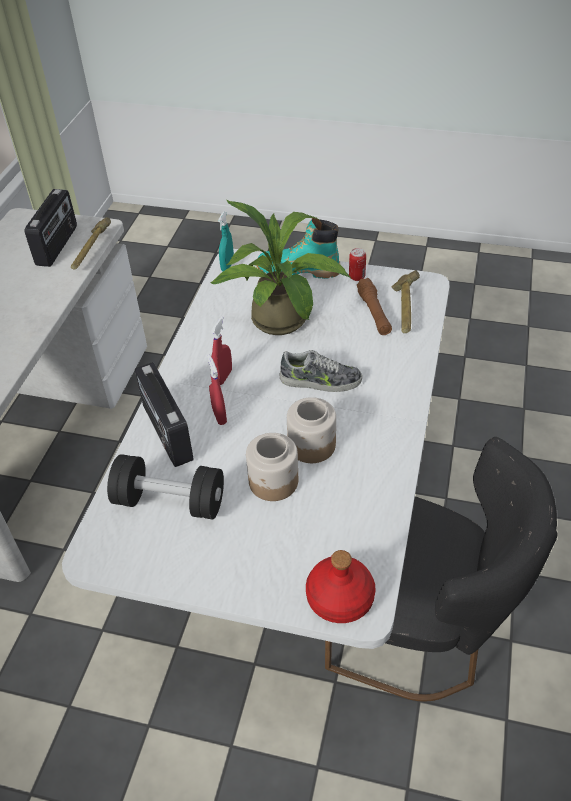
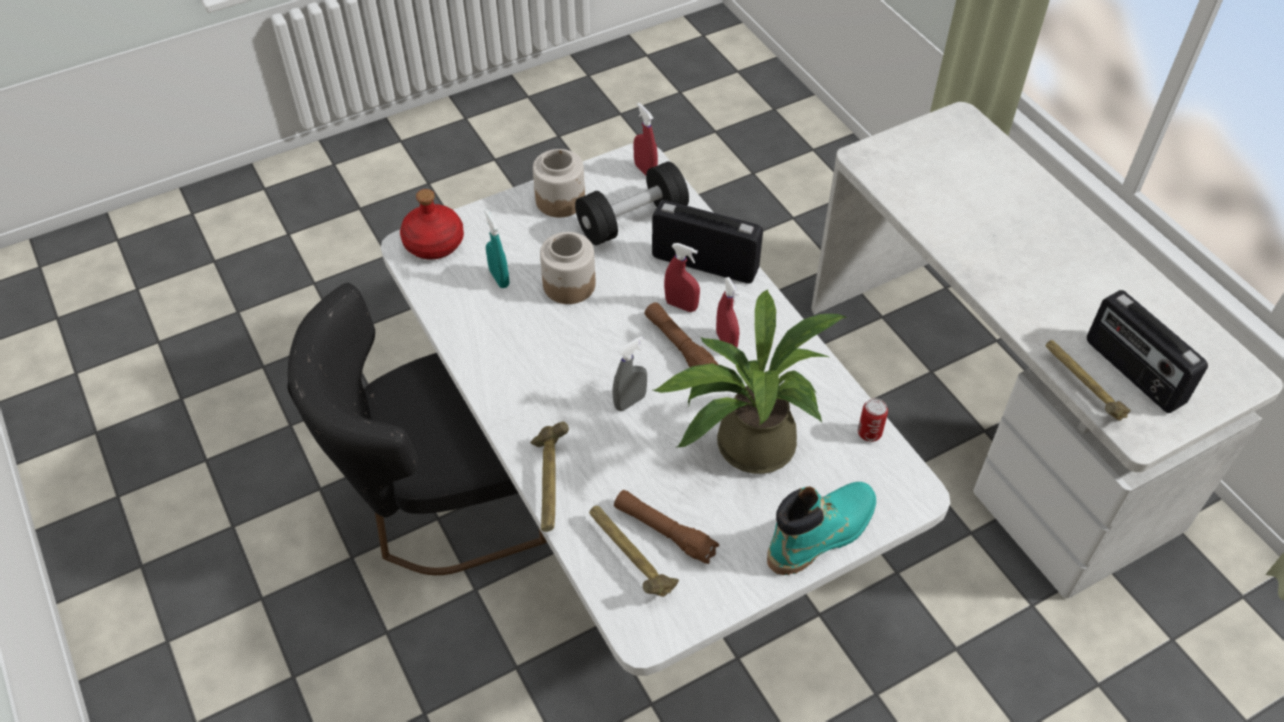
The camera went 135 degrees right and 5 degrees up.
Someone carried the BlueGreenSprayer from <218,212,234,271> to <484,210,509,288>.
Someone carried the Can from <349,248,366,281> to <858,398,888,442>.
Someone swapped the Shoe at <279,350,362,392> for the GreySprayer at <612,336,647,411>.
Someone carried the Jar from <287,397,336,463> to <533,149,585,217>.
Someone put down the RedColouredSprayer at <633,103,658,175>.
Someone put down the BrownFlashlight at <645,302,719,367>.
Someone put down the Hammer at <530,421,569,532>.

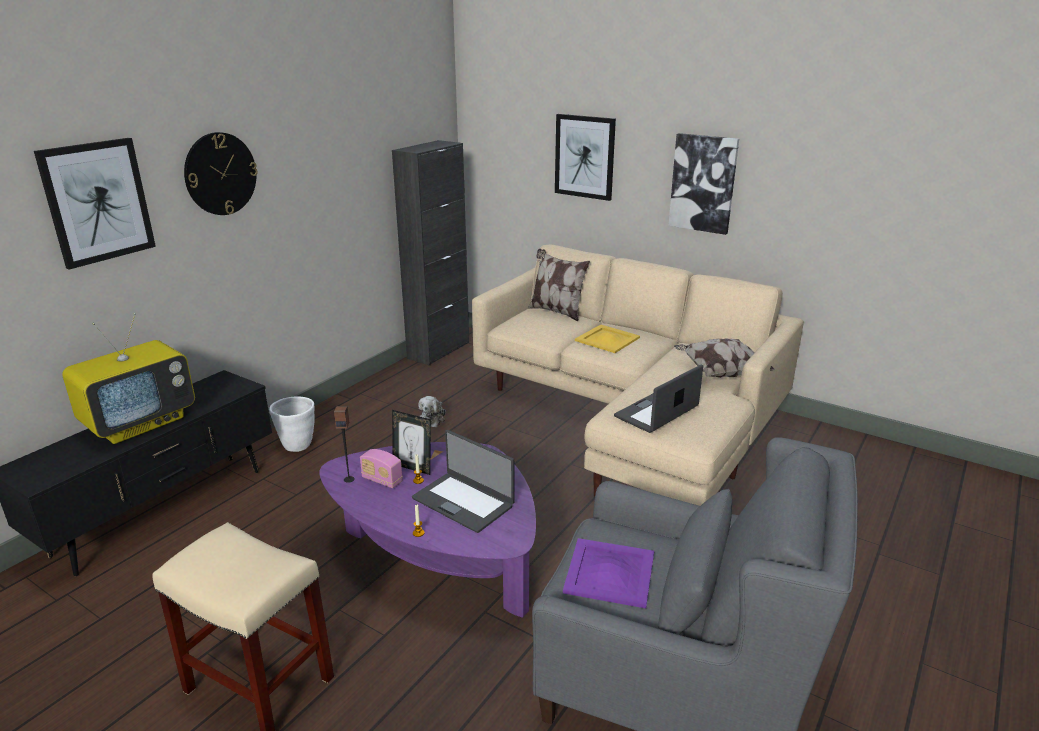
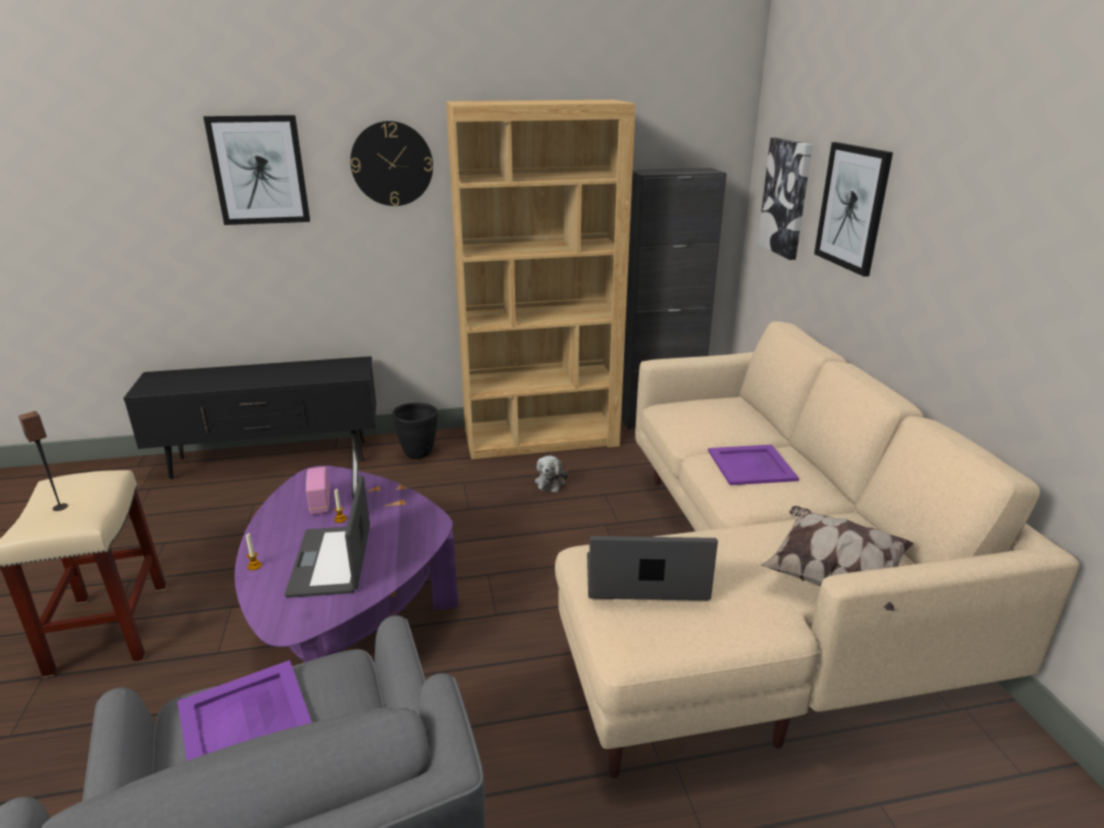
The camera went 45 degrees right and 0 degrees up.
Someone carried the Picture from <668,133,739,235> to <757,138,812,260>.
Someone took away the Pillow at <528,249,590,321>.
Someone took away the TvSet at <62,313,195,444>.
Someone repainted the YellowishServingTray at <575,325,640,353>, which became the PurpleServingTray at <708,445,799,485>.
Someone repainted the WhitePlantPot at <269,396,315,452>, which became the BlackColouredPlantPot at <392,403,438,459>.
Someone rotated the PlushToy at <418,396,446,427> by 45 degrees counterclockwise.
Someone carried the Speaker from <334,406,354,483> to <18,411,68,511>.
Someone put down the BrownBookshelf at <446,100,635,459>.

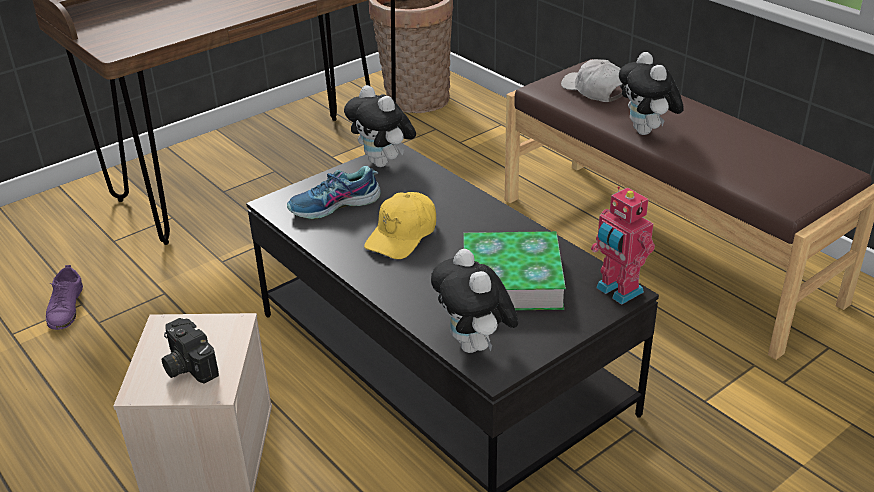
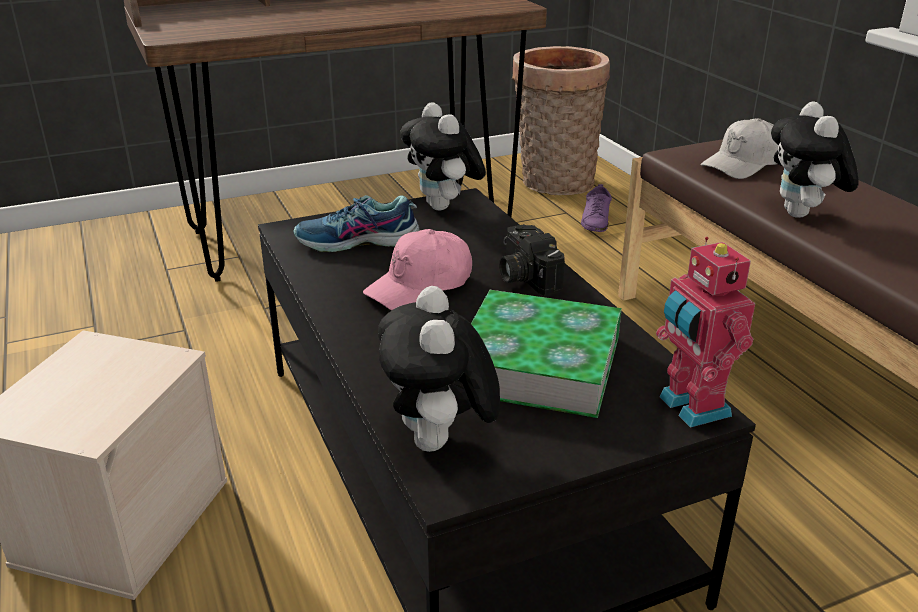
The camera went 15 degrees right and 5 degrees down.
Someone rotated the WhiteCap at <561,59,625,102> by 105 degrees counterclockwise.
Someone repainted the YellowishCap at <364,192,436,259>, which became the PinkCap at <363,229,472,310>.
Someone carried the PurpleShoe from <46,265,83,330> to <581,184,612,232>.
Someone carried the PhotoCamera from <162,318,219,383> to <499,224,565,296>.

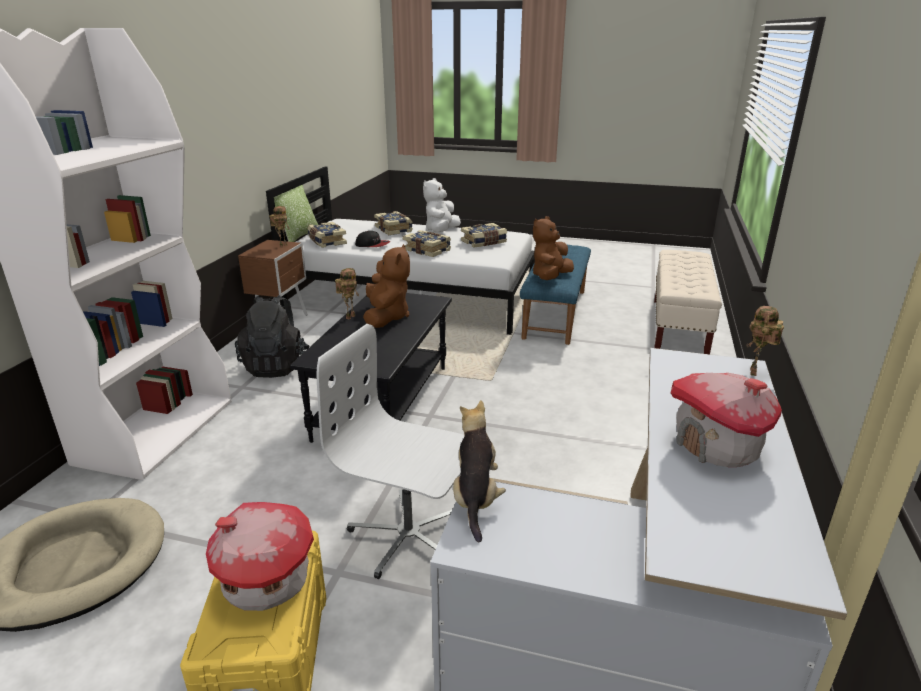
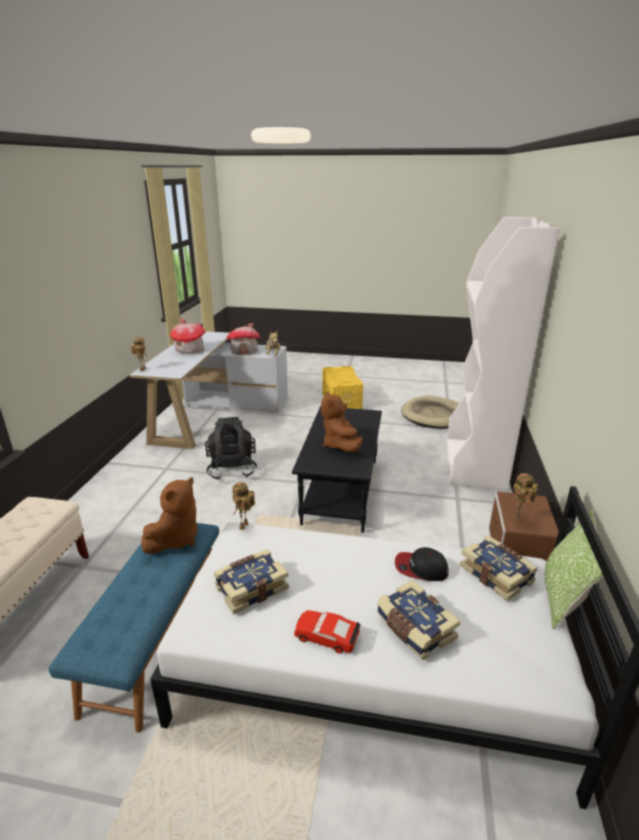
The camera went 175 degrees right and 0 degrees up.
Someone swapped the WhitePlushToy at <423,178,461,232> for the RedColouredModelCar at <294,610,361,654>.
Someone took away the BoundBook at <403,230,451,257>.
Someone carried the RobotFigure from <335,268,359,319> to <232,482,255,530>.
Someone carried the BlackColouredKnapsack from <235,295,309,378> to <205,417,257,480>.
Someone took away the WhiteOfficeChair at <317,324,465,579>.
Someone carried the ToyHouse from <206,502,314,611> to <227,323,260,355>.

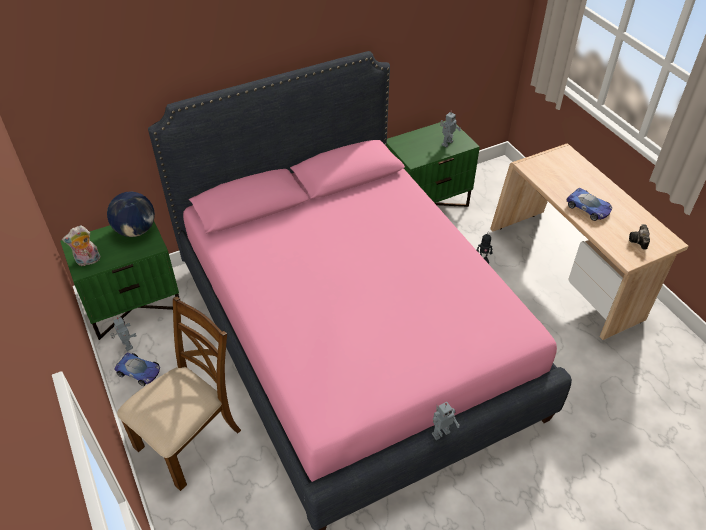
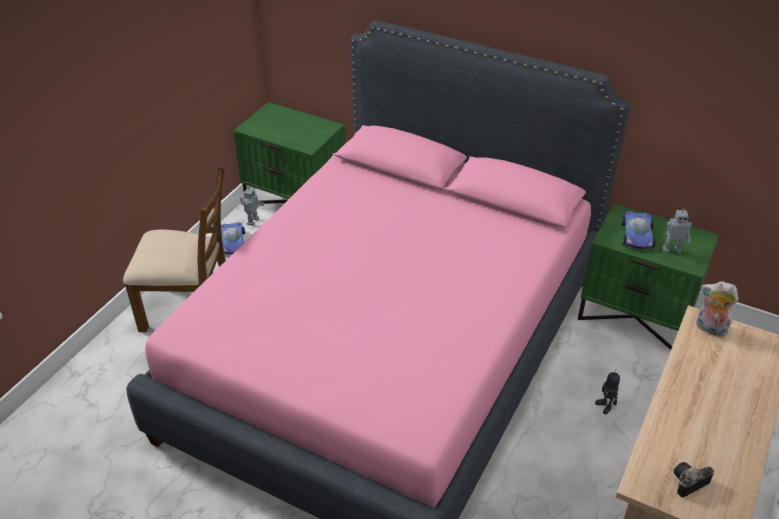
The camera went 55 degrees right and 5 degrees down.
Someone carried the ModelCar from <566,188,612,221> to <621,211,656,249>.
Someone took away the WorldGlobe at <107,192,155,237>.
Someone carried the PlushToy from <62,225,100,266> to <696,281,738,337>.
Someone took away the RobotFigure at <432,402,459,440>.

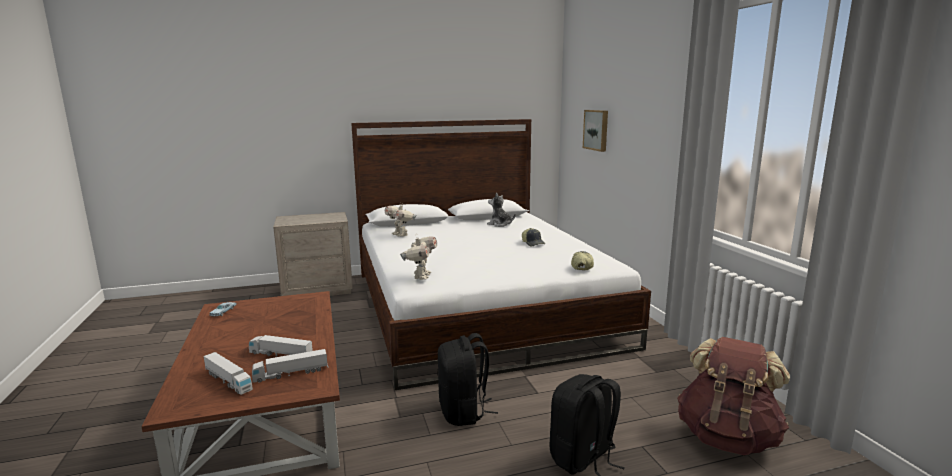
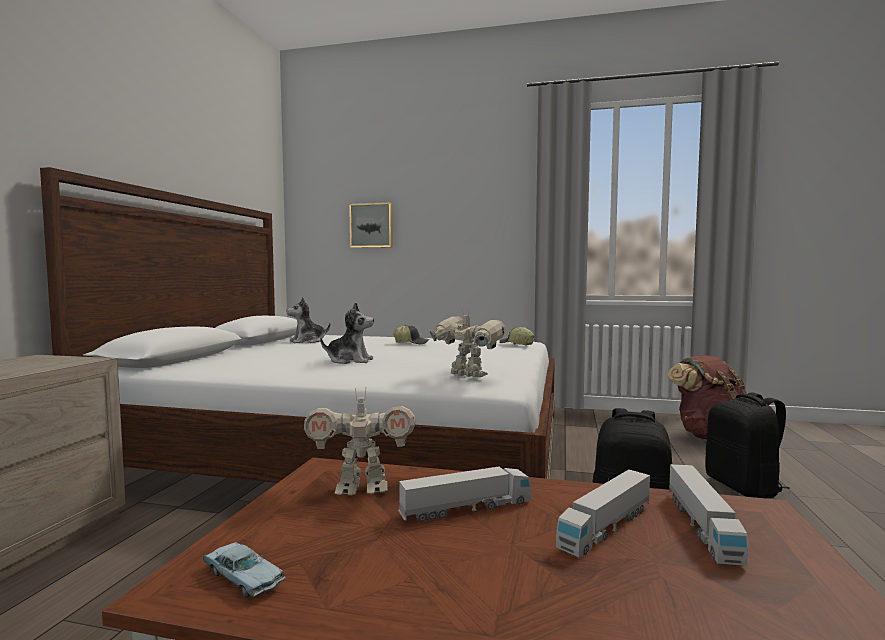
The camera went 60 degrees left and 10 degrees down.
Someone carried the RobotFigure from <385,202,416,237> to <304,388,415,495>.
Someone carried the ToyTruck from <204,352,253,395> to <398,467,531,522>.
Someone put down the PlushToy at <320,302,374,364>.

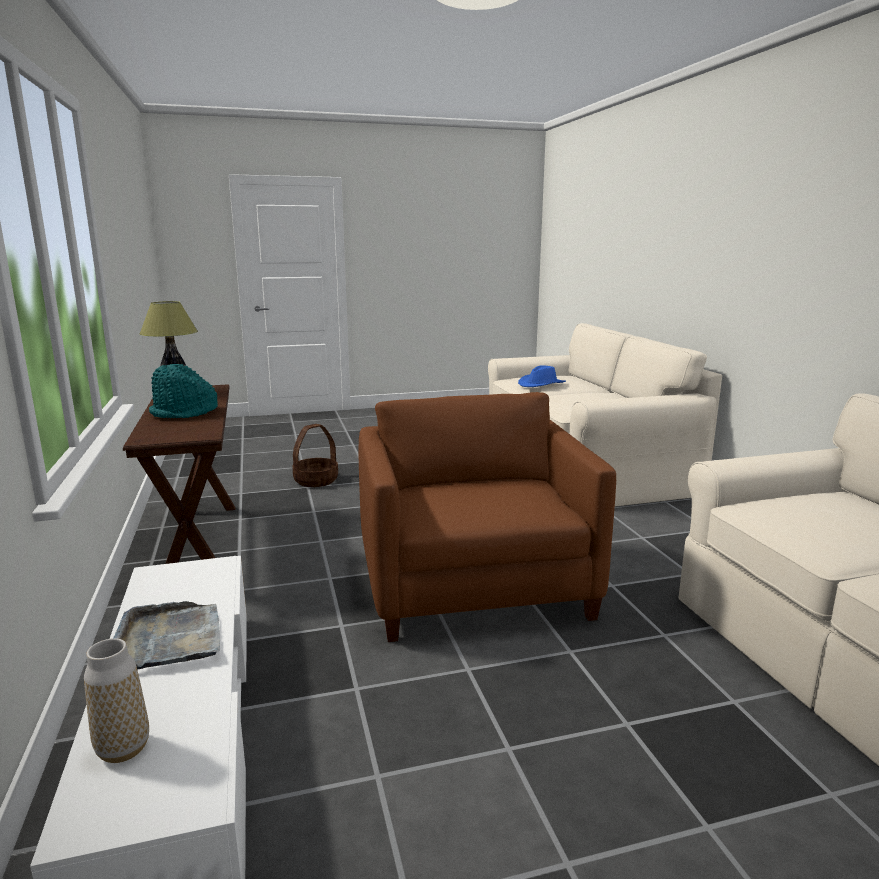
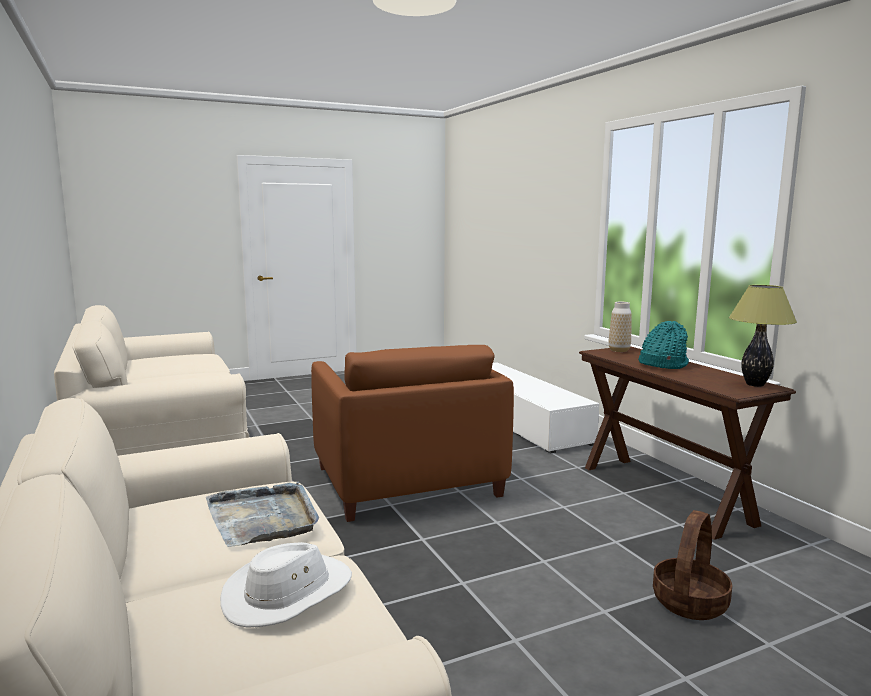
The camera went 170 degrees right and 5 degrees down.
Someone repainted the BlueColouredHat at <518,365,566,387>, which became the WhiteHat at <220,542,352,628>.
Someone carried the GreyServingTray from <113,601,220,669> to <206,482,319,547>.
Someone carried the DecorativeVase from <84,638,149,763> to <609,302,632,352>.

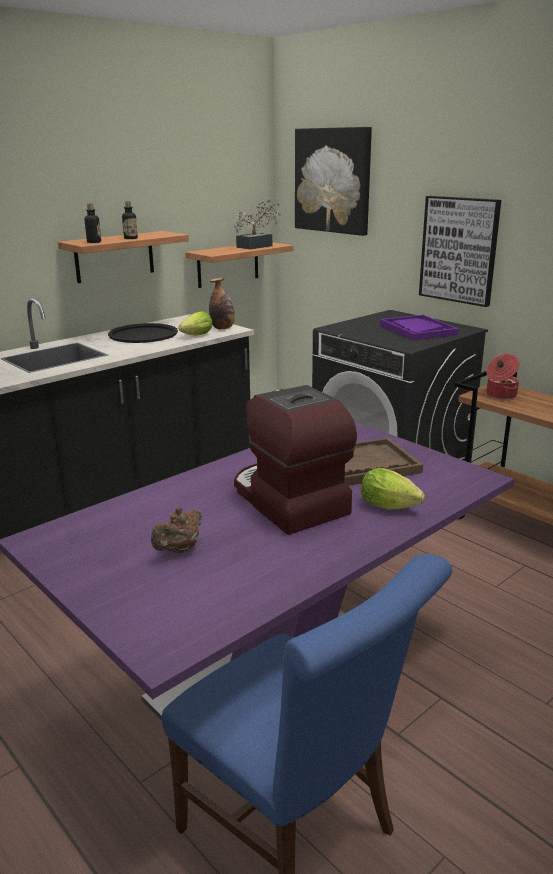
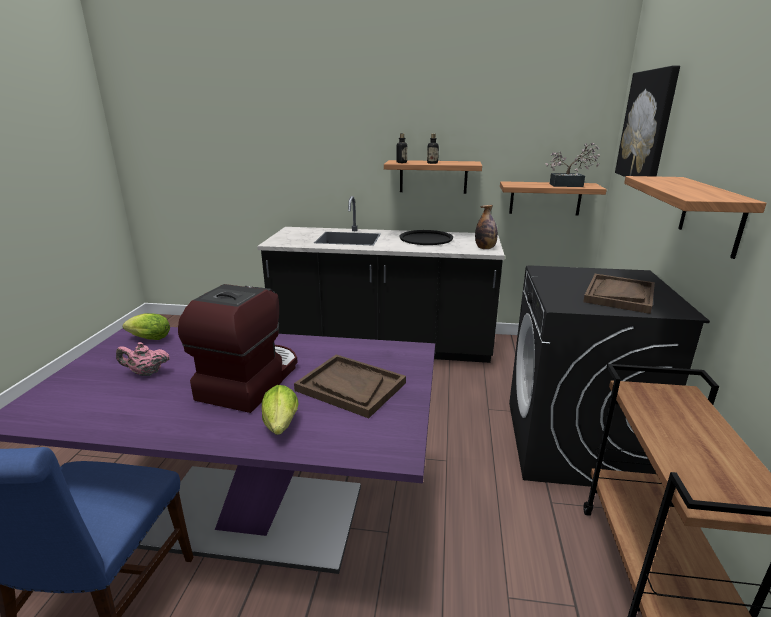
The camera went 50 degrees right and 0 degrees up.
Someone swapped the Picture at <419,196,501,307> for the WallShelf at <624,176,766,259>.
Someone carried the Lettuce from <178,311,213,335> to <123,313,170,340>.
Someone repainted the PurpleServingTray at <380,315,459,340>, which became the BrownServingTray at <583,274,655,314>.
Someone took away the CookingPot at <486,354,519,399>.
Someone repainted the BrownTeaPot at <151,507,203,553>, which became the PinkTeaPot at <116,342,170,376>.

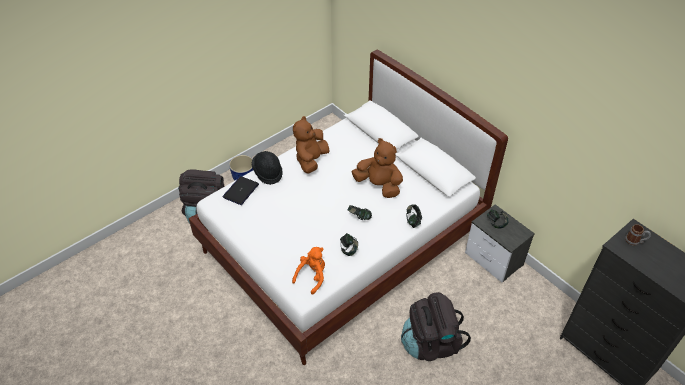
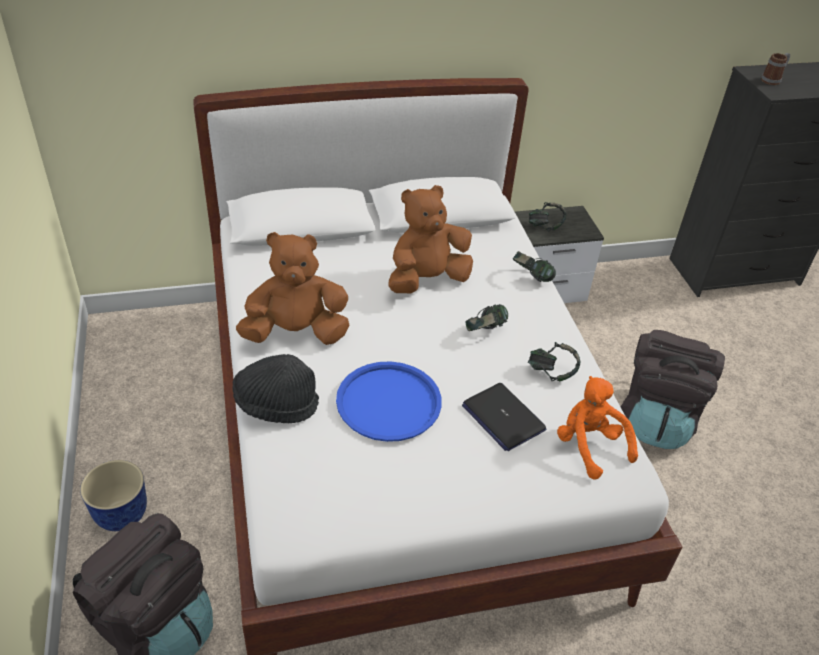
The camera went 65 degrees left and 5 degrees down.
Someone rotated the BrownPlushToy at <293,116,330,173> by 120 degrees clockwise.
Someone carried the NotebookComputer from <222,176,259,205> to <462,383,546,451>.
Someone put down the BlueColouredServingTray at <336,362,442,442>.

